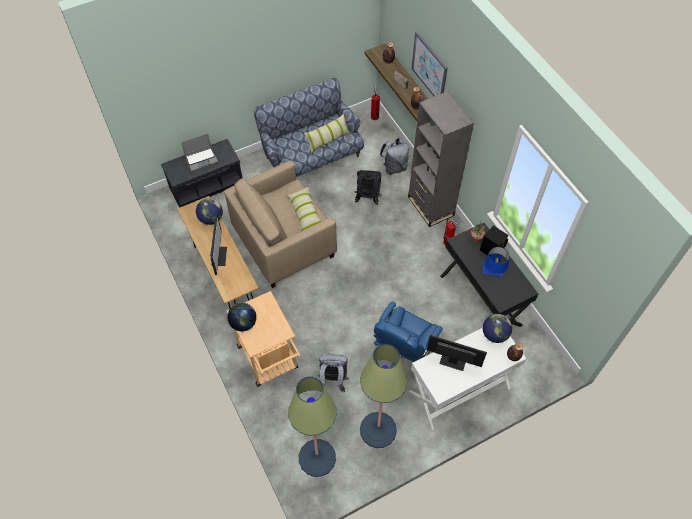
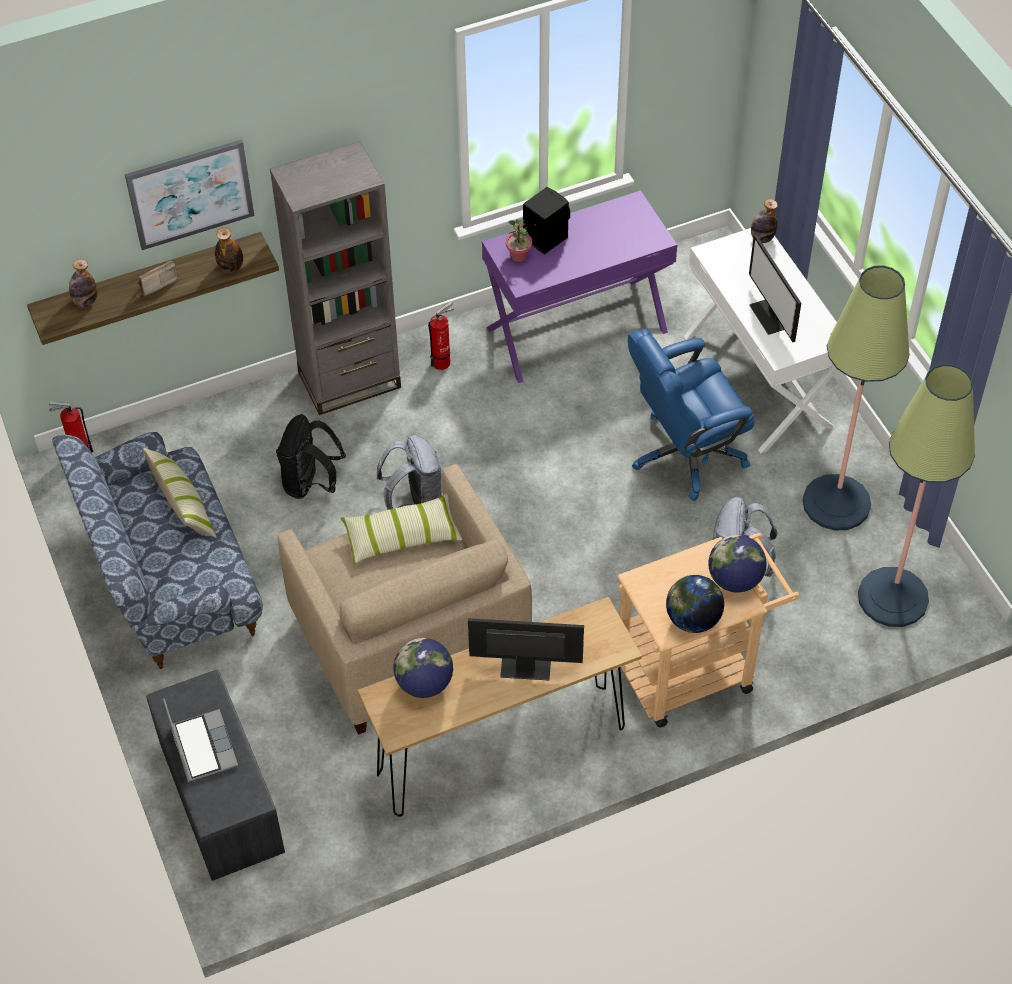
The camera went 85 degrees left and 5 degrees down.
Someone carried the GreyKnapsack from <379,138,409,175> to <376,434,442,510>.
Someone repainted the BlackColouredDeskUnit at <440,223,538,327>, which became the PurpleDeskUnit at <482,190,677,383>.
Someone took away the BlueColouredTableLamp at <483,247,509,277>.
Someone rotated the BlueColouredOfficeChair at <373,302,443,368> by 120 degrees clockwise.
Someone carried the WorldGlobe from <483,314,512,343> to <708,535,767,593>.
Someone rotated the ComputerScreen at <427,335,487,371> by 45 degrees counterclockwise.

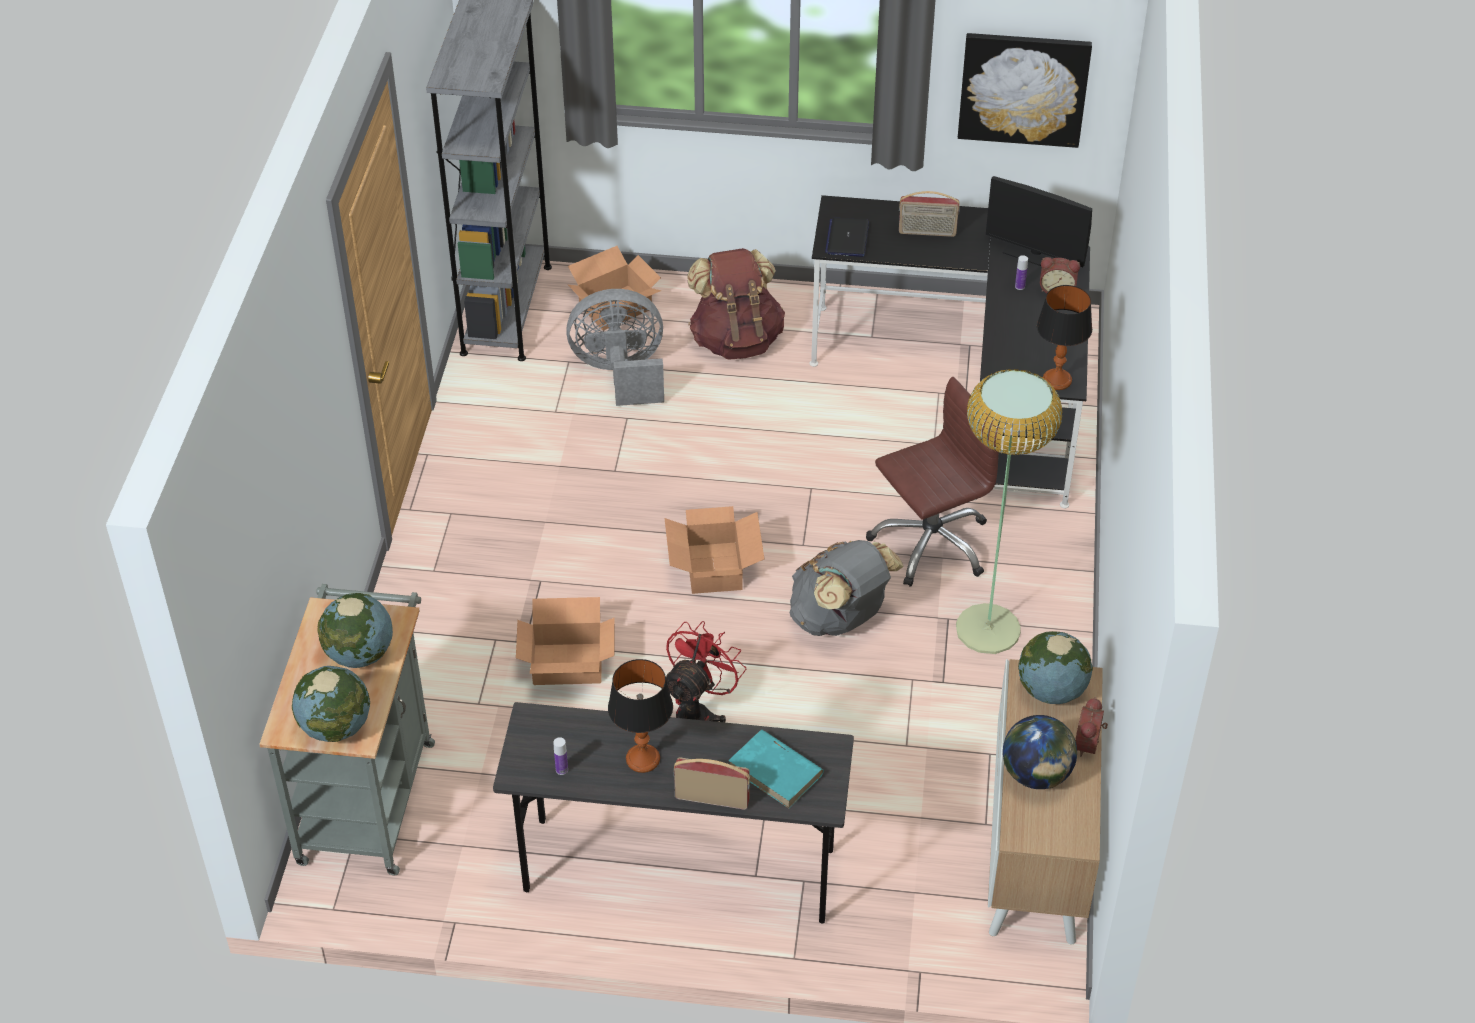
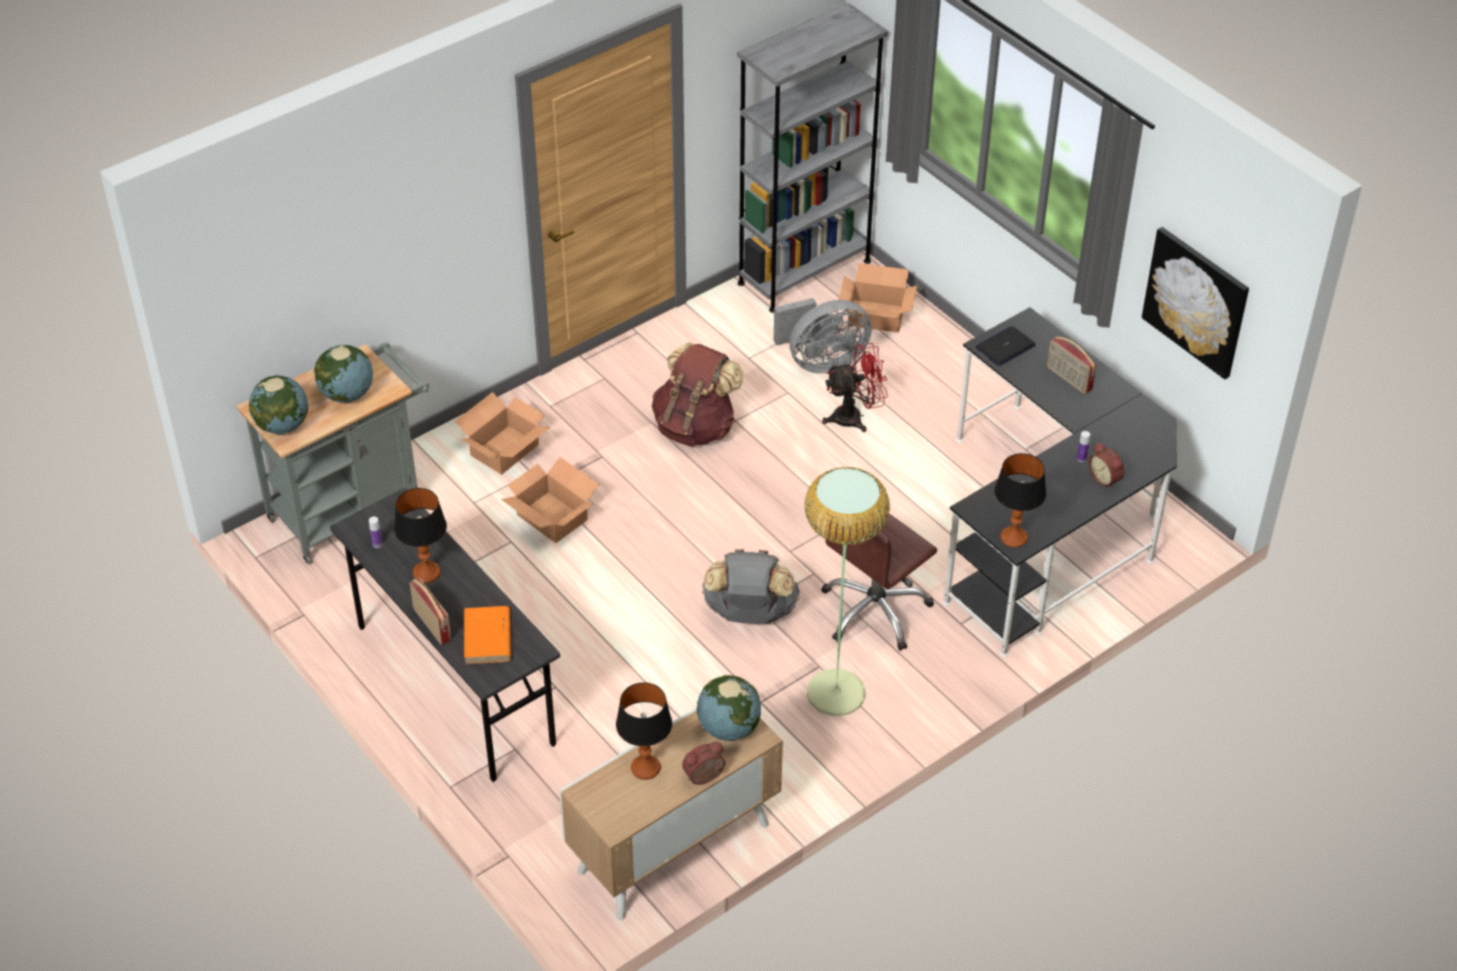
The camera went 45 degrees right and 0 degrees up.
Someone took away the ComputerScreen at <986,176,1092,267>.
Someone carried the BrownKnapsack from <687,248,785,360> to <652,342,744,447>.
Someone rotated the GreyElectricFan at <566,289,664,406> by 120 degrees clockwise.
Someone rotated the BrownOfficeChair at <866,377,1002,587> by 120 degrees clockwise.
Someone carried the Carton from <664,506,764,594> to <455,392,550,475>.
Someone carried the RedColouredElectricFan from <666,621,747,722> to <822,343,887,432>.
Someone swapped the WorldGlobe at <1003,715,1077,789> for the TableLamp at <616,683,672,780>.
Someone repainted the BlueGreenBoundBook at <728,730,824,808>, which became the OrangeyBoundBook at <464,606,511,664>.

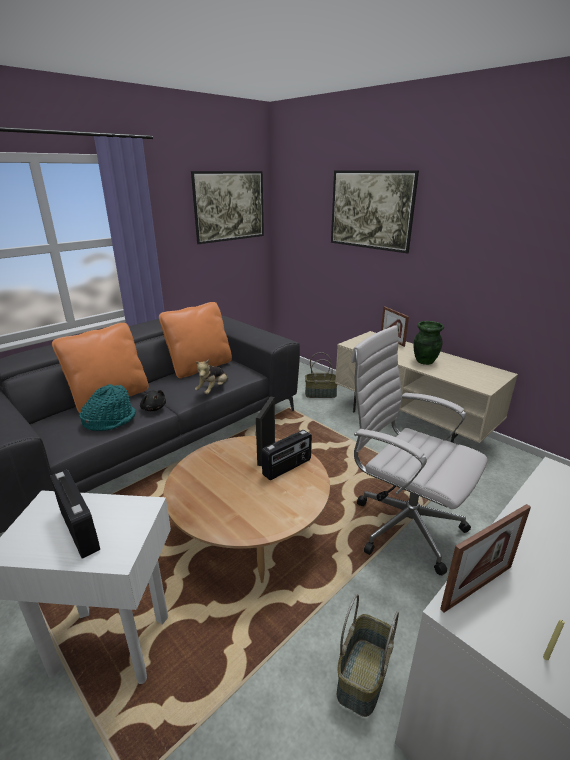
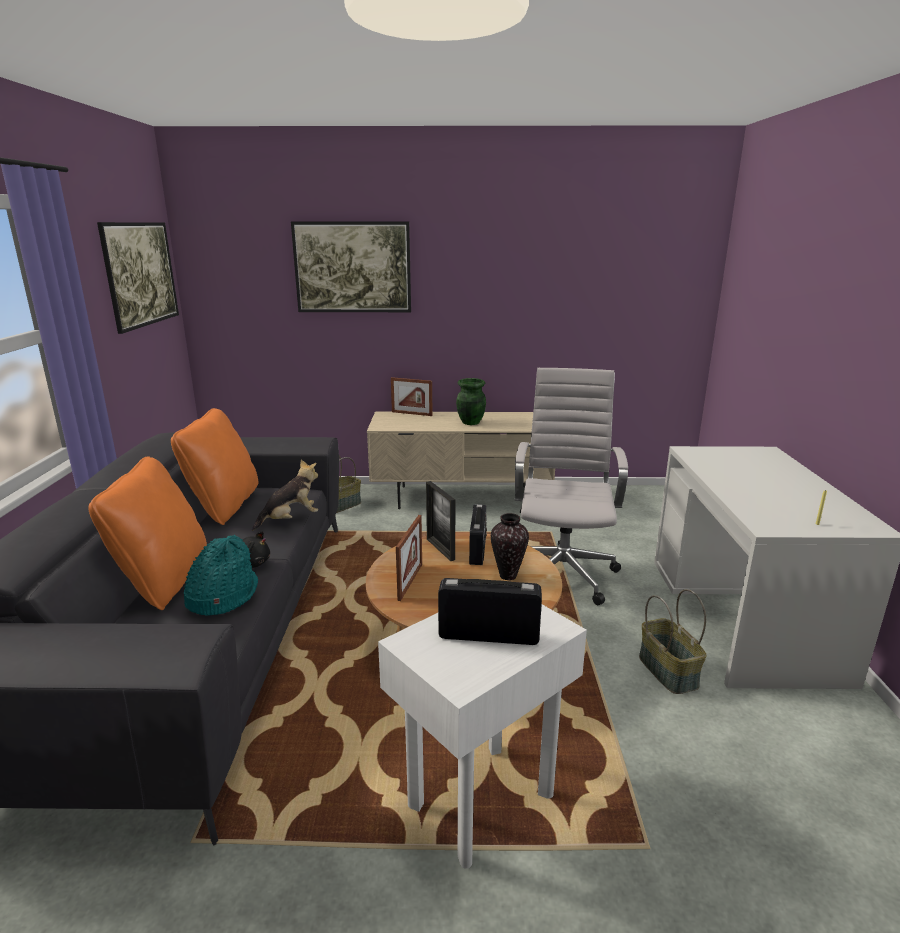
The camera went 45 degrees left and 5 degrees down.
Someone rotated the WhiteOfficeChair at <351,325,488,576> by 105 degrees clockwise.
Someone rotated the PlushToy at <195,359,228,394> by 105 degrees counterclockwise.
Someone carried the PictureFrame from <440,504,531,613> to <396,515,422,601>.
Someone put down the DecorativeVase at <491,513,529,580>.

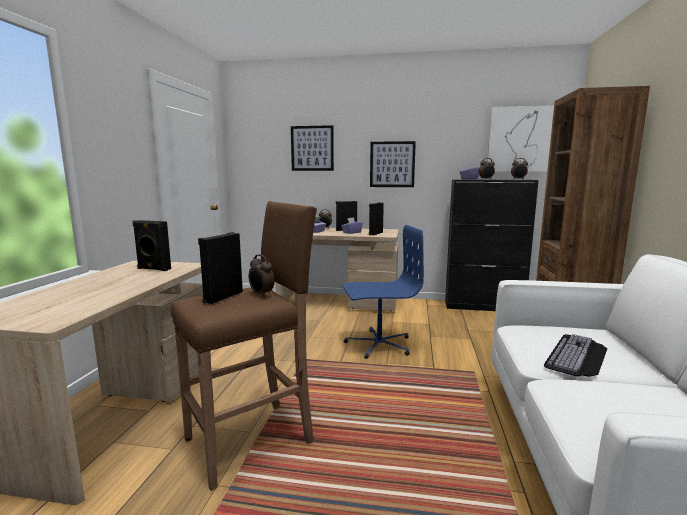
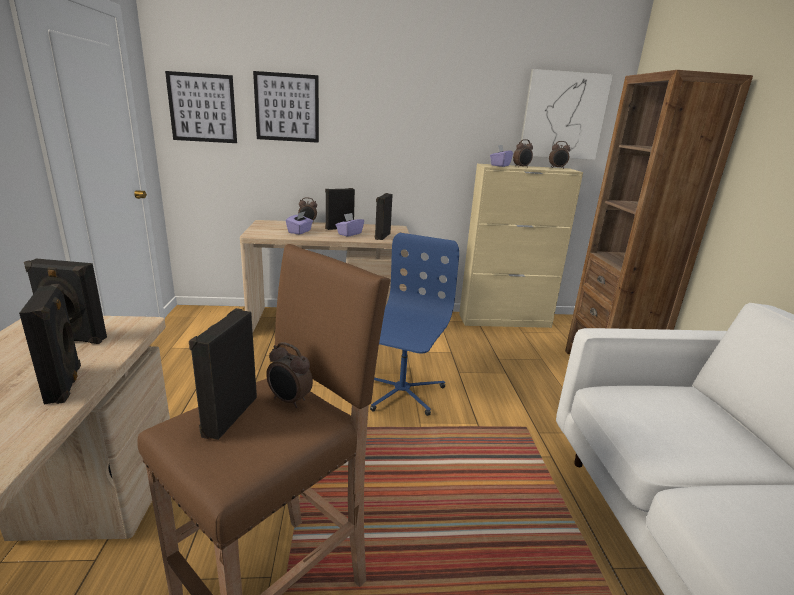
The camera went 15 degrees left and 10 degrees up.
Someone carried the Picture from <370,141,416,187> to <165,71,237,143>.
Someone repainted the BlackColouredCupboard at <445,180,539,311>, which became the BeigeCupboard at <459,164,583,328>.
Someone rotated the BlueColouredOfficeChair at <343,225,424,359> by 45 degrees counterclockwise.
Someone took away the Keyboard at <544,334,607,377>.
Someone put down the BlackColouredSpeaker at <19,284,81,405>.

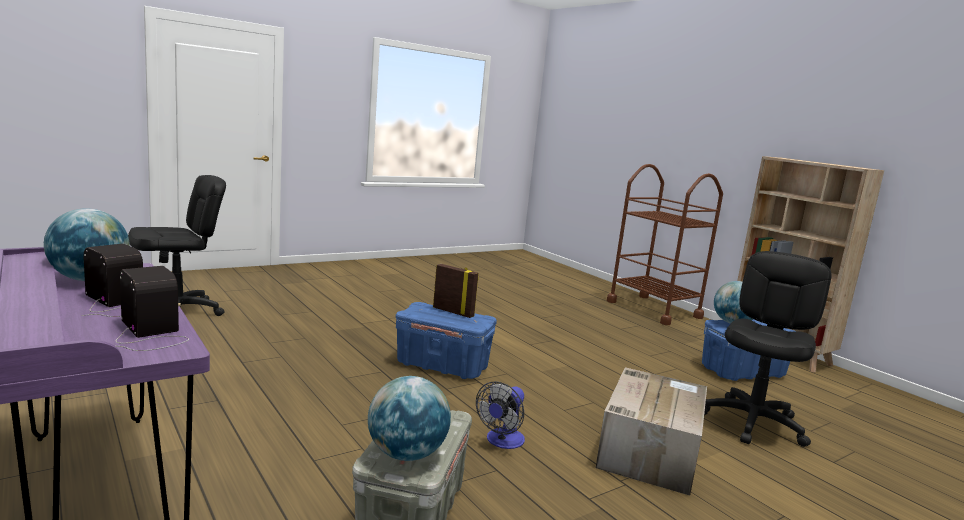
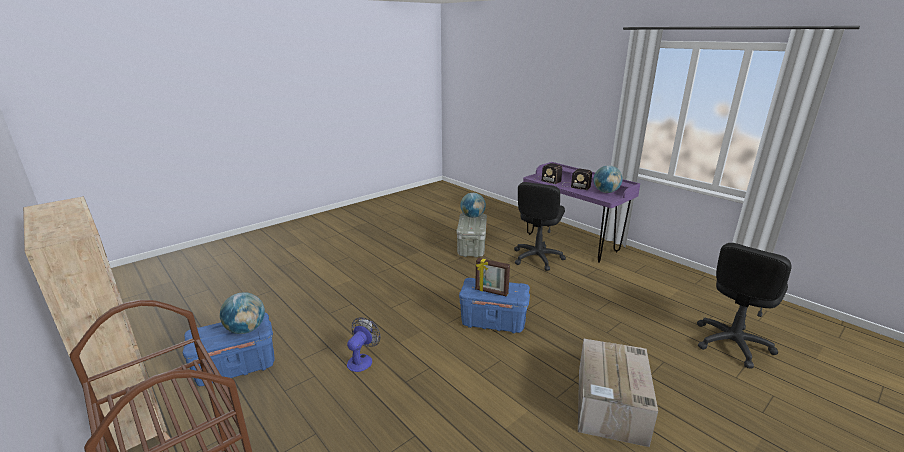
The camera went 175 degrees right and 10 degrees up.
Someone carried the BlackColouredOfficeChair from <704,251,832,447> to <514,182,566,271>.
Someone carried the Carton from <596,367,707,496> to <578,339,658,447>.
Someone carried the ElectricFan from <476,381,525,449> to <347,317,381,372>.

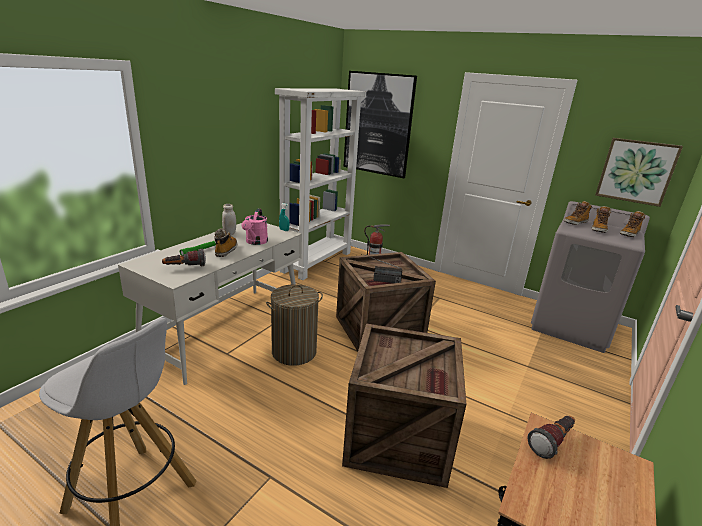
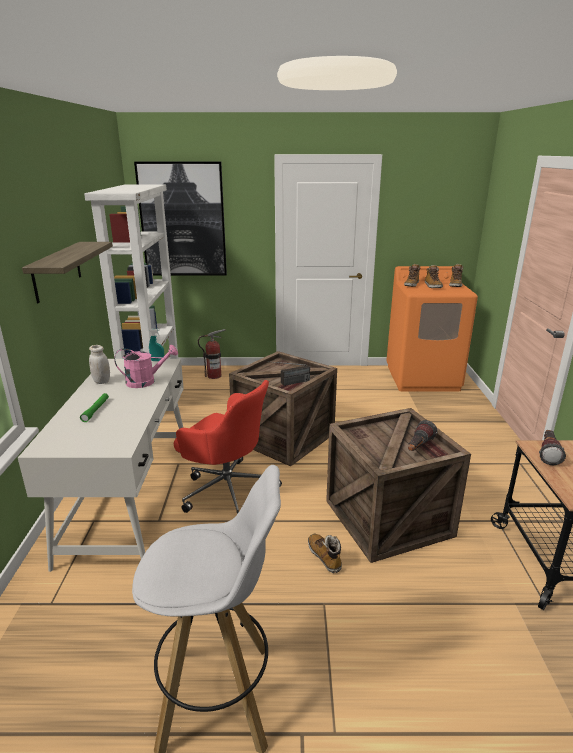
The camera went 30 degrees left and 0 degrees up.
Someone took away the Picture at <595,138,683,207>.
Someone repainted the GreyLaundryAppliance at <531,201,650,353>, which became the OrangeyLaundryAppliance at <386,266,478,391>.
Someone rotated the PinkWateringPot at <241,209,268,245> by 75 degrees counterclockwise.
Someone carried the HighTopBoot from <214,228,237,257> to <308,533,342,573>.
Someone carried the Flashlight from <162,249,206,266> to <408,420,437,451>.
Someone swapped the WashingBasket at <266,284,323,366> for the RedColouredOfficeChair at <174,380,282,514>.
Someone put up the WallShelf at <22,242,113,304>.

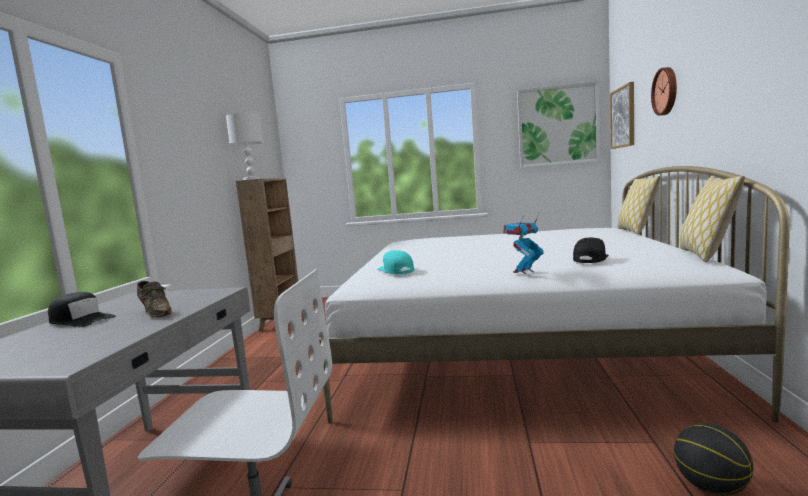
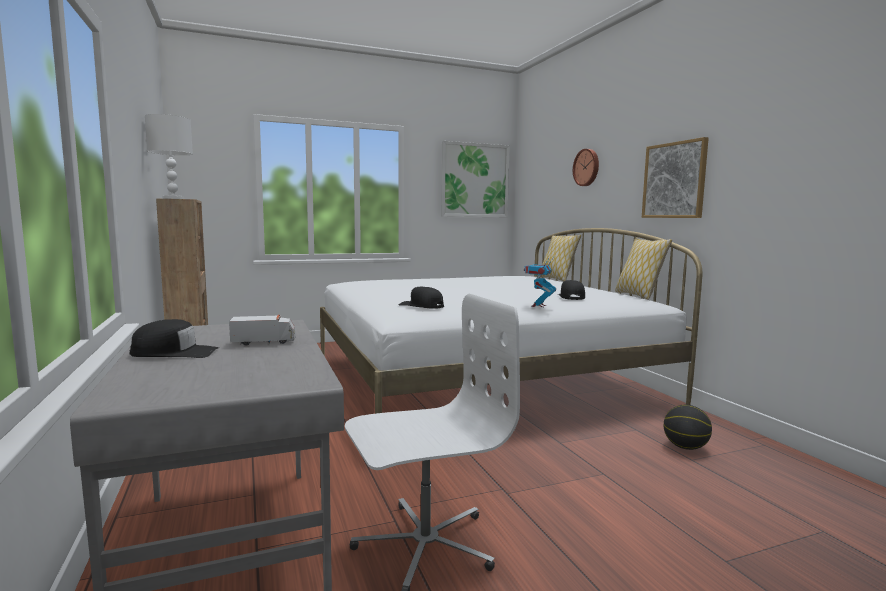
The camera went 30 degrees left and 0 degrees up.
Someone carried the Picture from <610,82,634,149> to <642,137,709,218>.
Someone repainted the BlueGreenCap at <377,250,414,274>, which became the BlackColouredCap at <399,287,444,309>.
Someone swapped the BrownShoe at <137,281,172,317> for the ToyTruck at <229,315,296,345>.

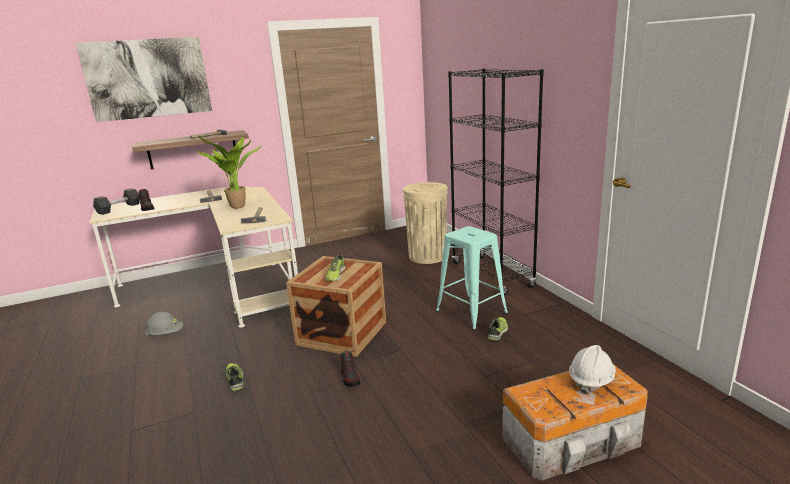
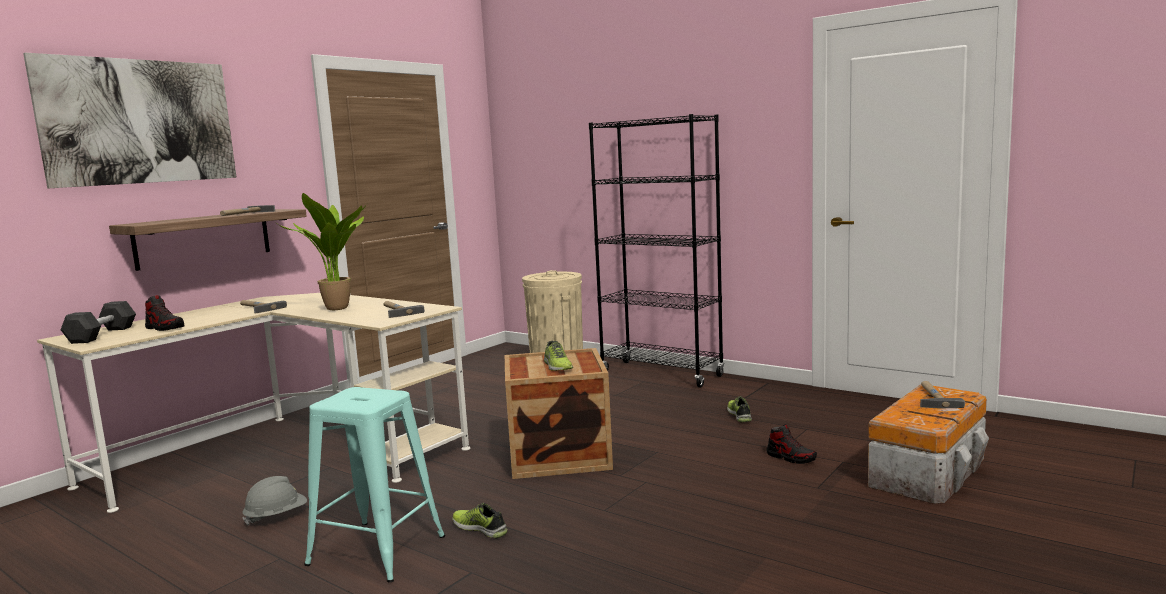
The camera went 30 degrees left and 10 degrees down.
Someone carried the BlueGreenStoolSeat from <436,226,508,330> to <304,387,445,582>.
Someone swapped the WhiteWorkHelmet at <569,345,616,394> for the Hammer at <920,381,965,408>.
Someone carried the Shoe from <340,351,360,387> to <766,424,817,464>.

